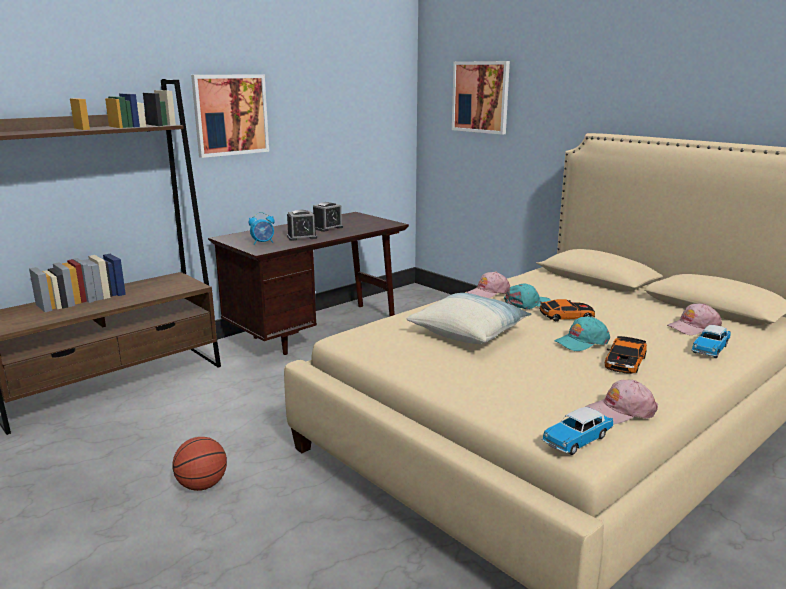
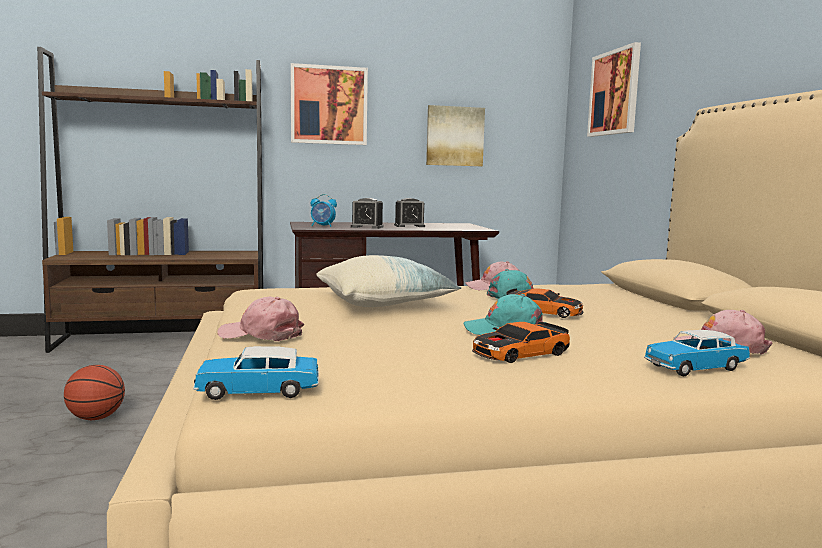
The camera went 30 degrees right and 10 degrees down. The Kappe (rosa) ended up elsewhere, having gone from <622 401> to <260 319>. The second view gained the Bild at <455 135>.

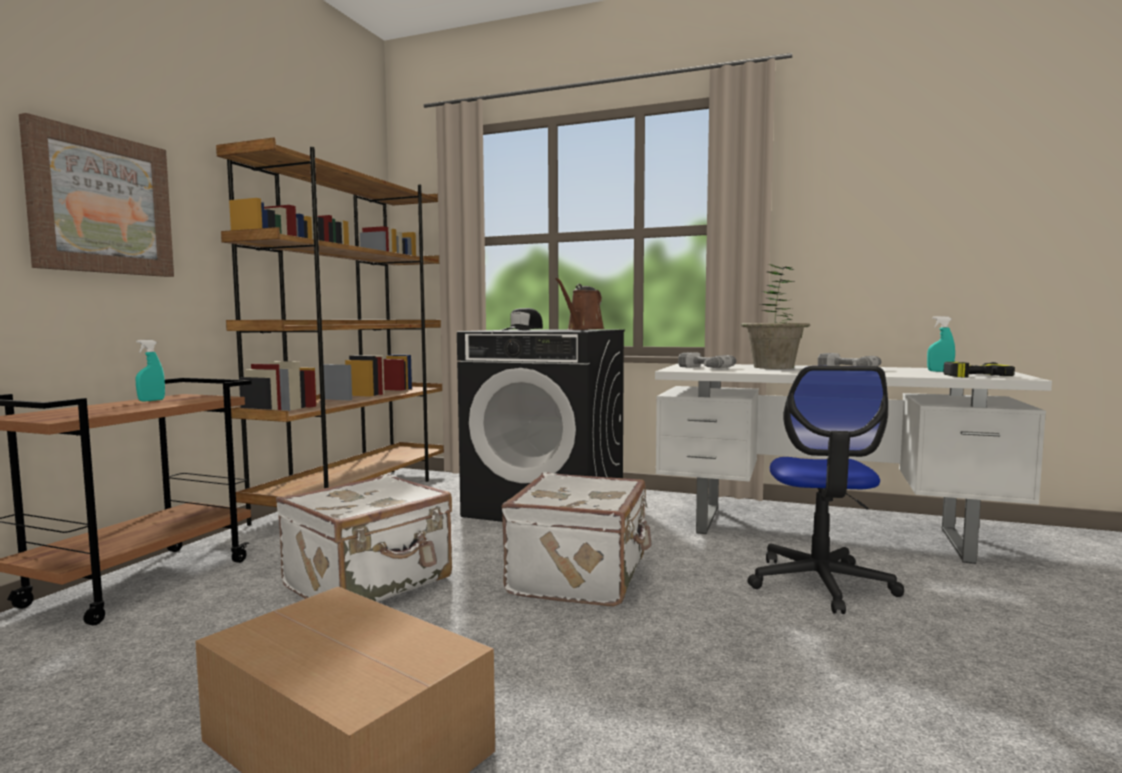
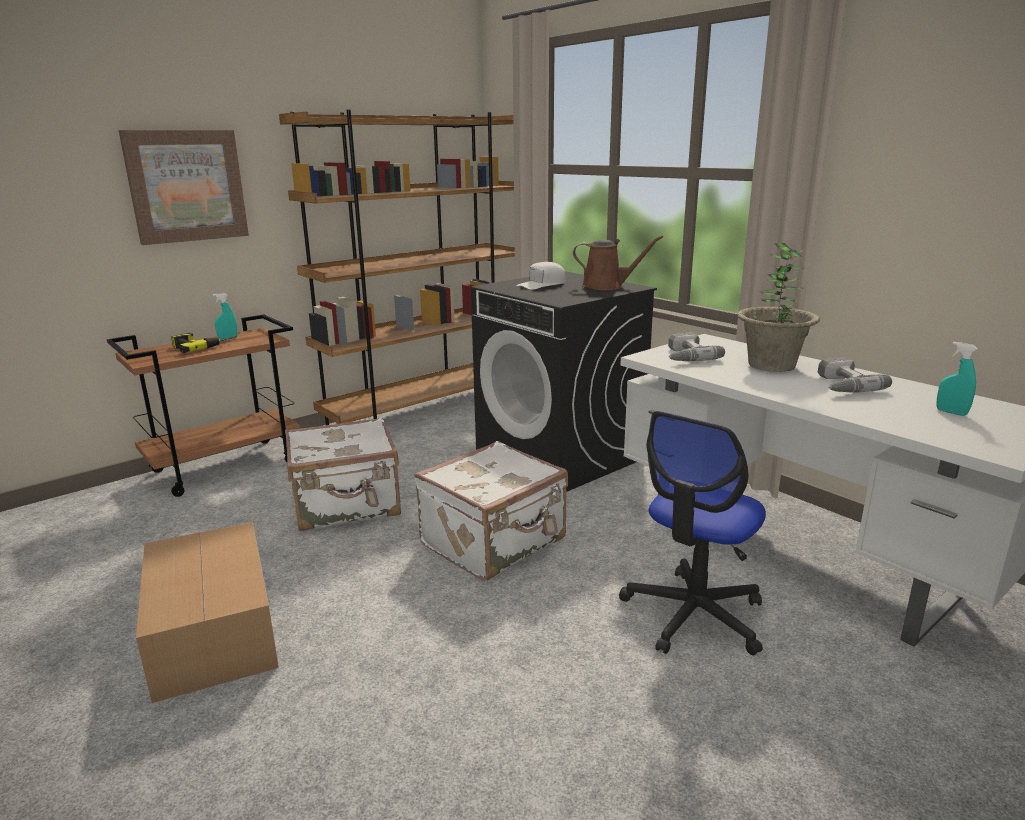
The camera went 30 degrees right and 15 degrees up. The Bohrmaschine ended up elsewhere, having gone from <979 370> to <204 343>. What was the Kappe (schwarz) at <522 319> turned into the Kappe (weiß) at <541 276>. The Gießkanne (braun) at <580 304> ended up facing another way, 135 degrees counterclockwise from before.

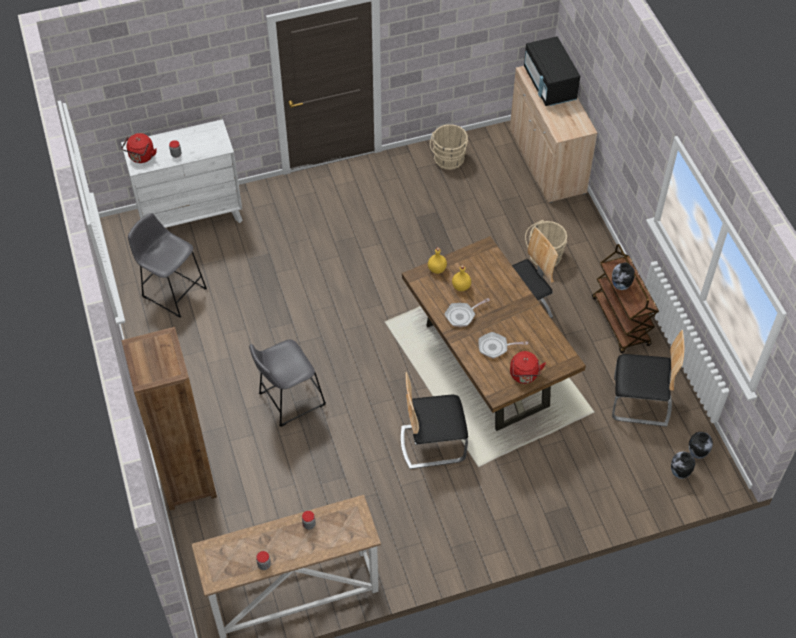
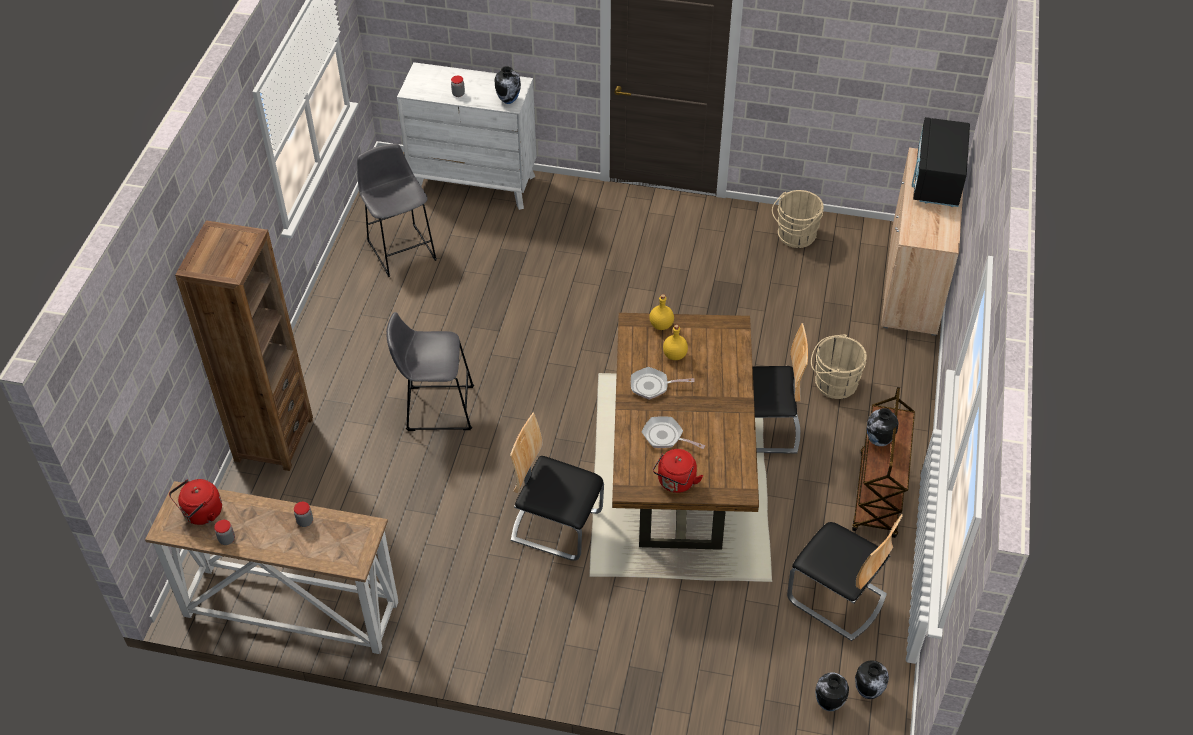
The camera went 30 degrees right and 5 degrees down. The Wasserkessel (rot) ended up elsewhere, having gone from <139 148> to <195 502>. The second view gained the Vase at <508 85>.

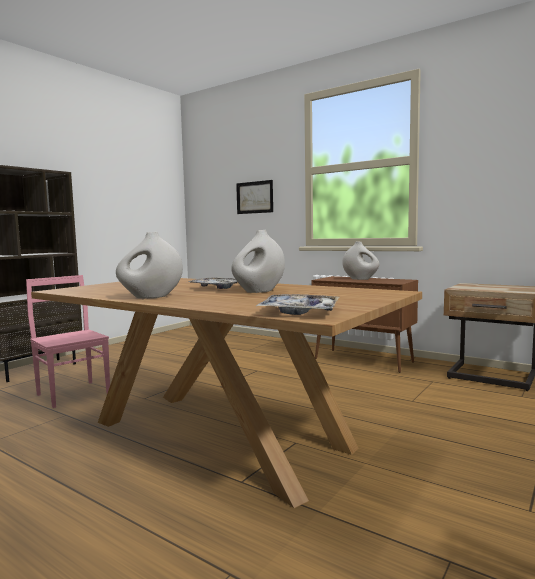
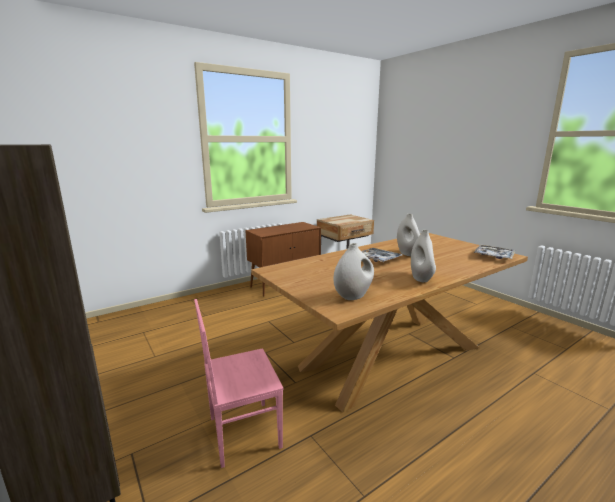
The camera went 70 degrees left and 10 degrees up. The Vase (weiß) ended up elsewhere, having gone from <361 260> to <354 271>. The second view lost the Bild at <254 197>.

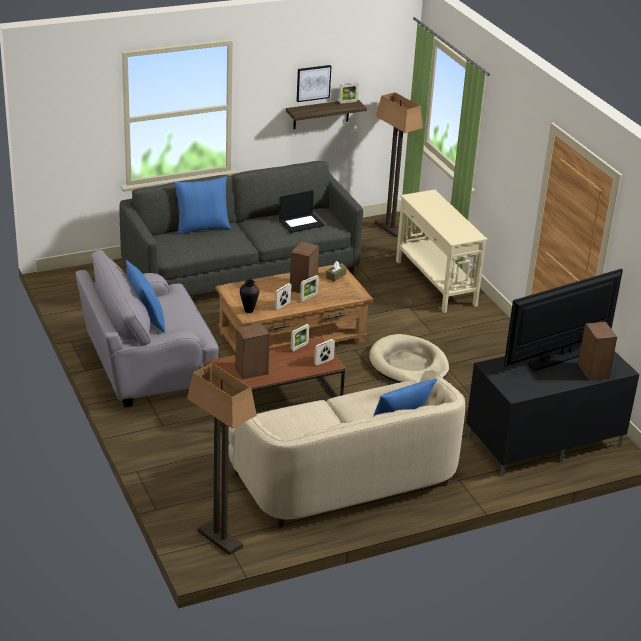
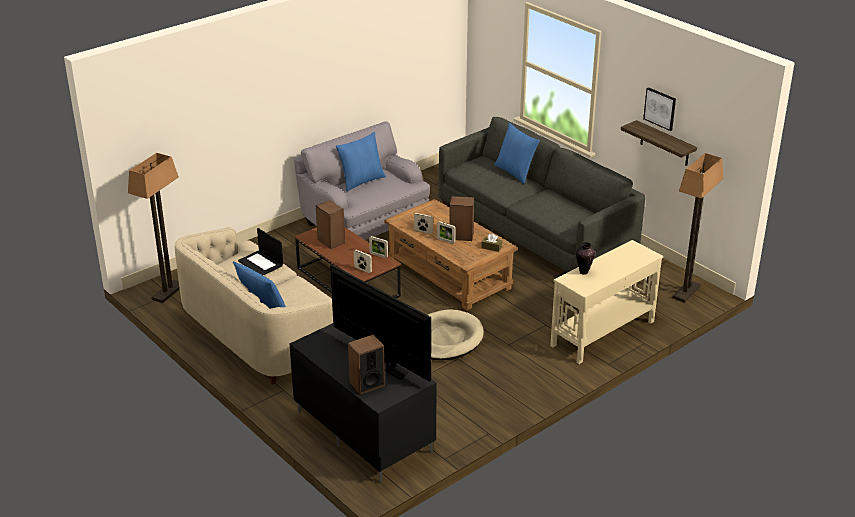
The camera went 75 degrees right and 0 degrees up. The Laptop ended up elsewhere, having gone from <302 211> to <260 251>. The Vase ended up elsewhere, having gone from <249 296> to <585 258>. The second view lost the Bilderrahmen at <349 93>.

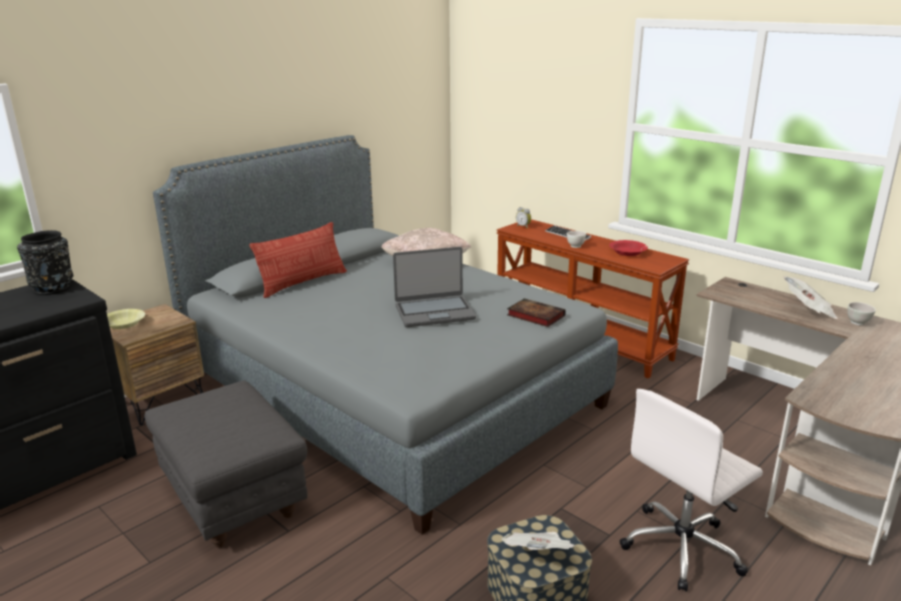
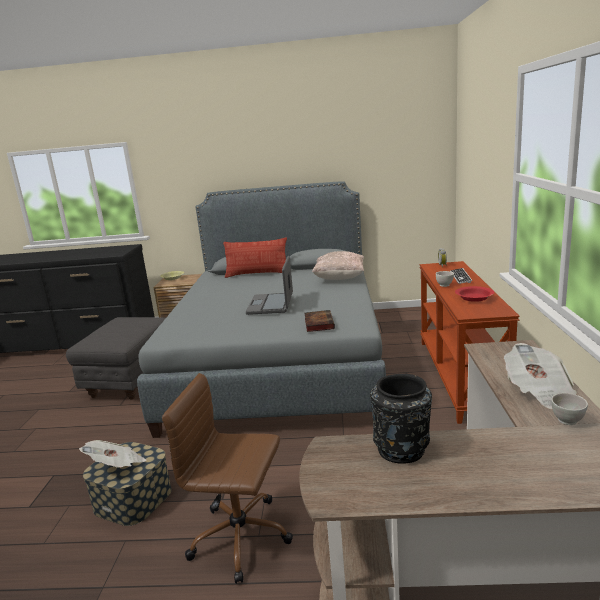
The camera went 50 degrees right and 5 degrees down. What was the Bürostuhl (weiß) at <691 490> turned into the Bürostuhl (braun) at <227 478>. The Laptop at <434 287> ended up facing another way, 60 degrees clockwise from before. The Vase (schwarz) ended up elsewhere, having gone from <45 262> to <401 419>.

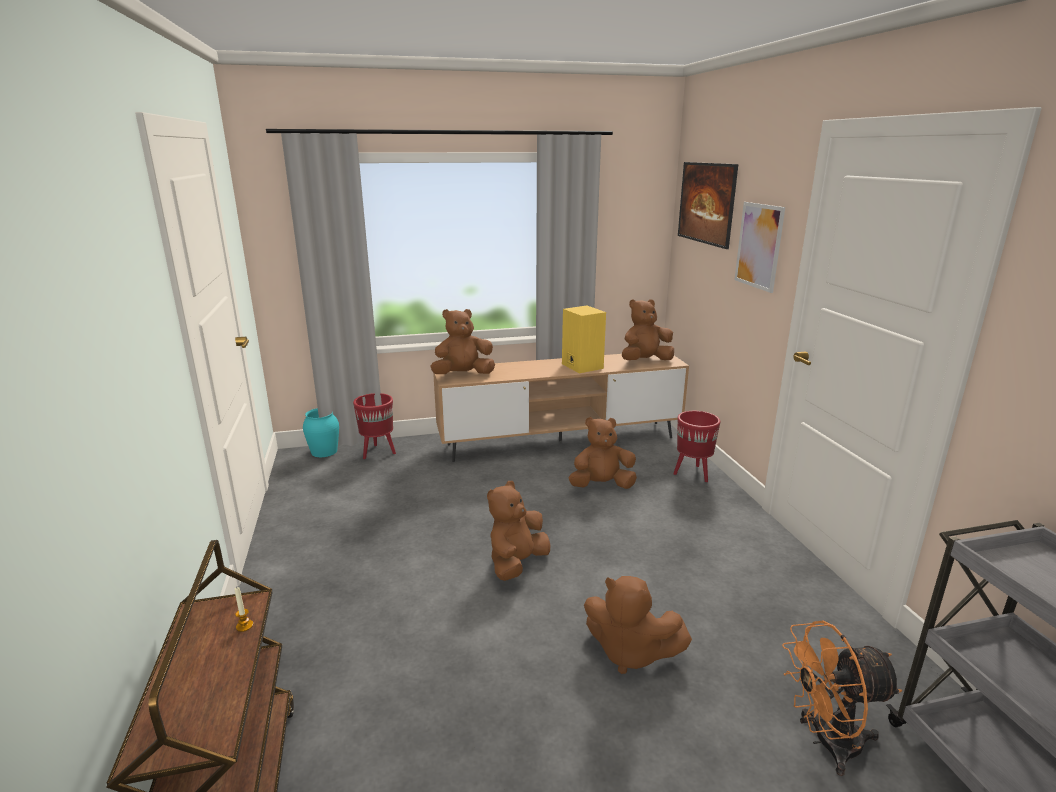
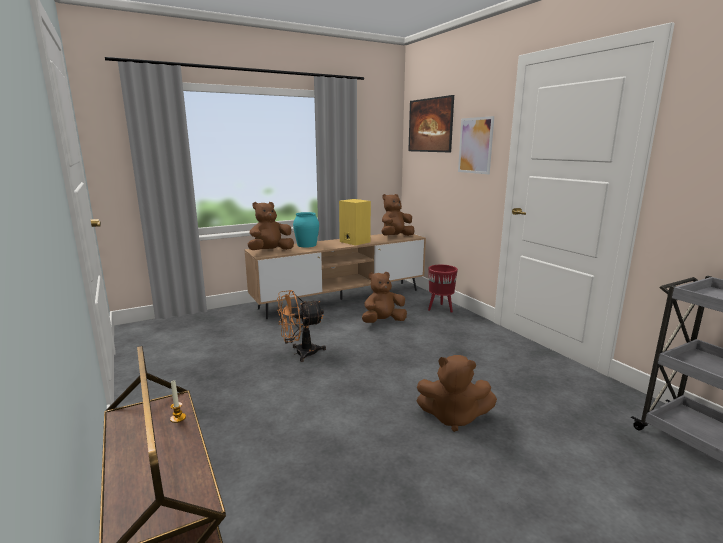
The camera went 15 degrees left and 5 degrees down. The Ventilator (orange) ended up elsewhere, having gone from <842 698> to <301 326>. The Vase (türkis) ended up elsewhere, having gone from <321 432> to <306 229>. The second view lost the Pflanzkübel (rot) at <374 426>. The second view lost the Plüschtier (braun) at <518 531>.

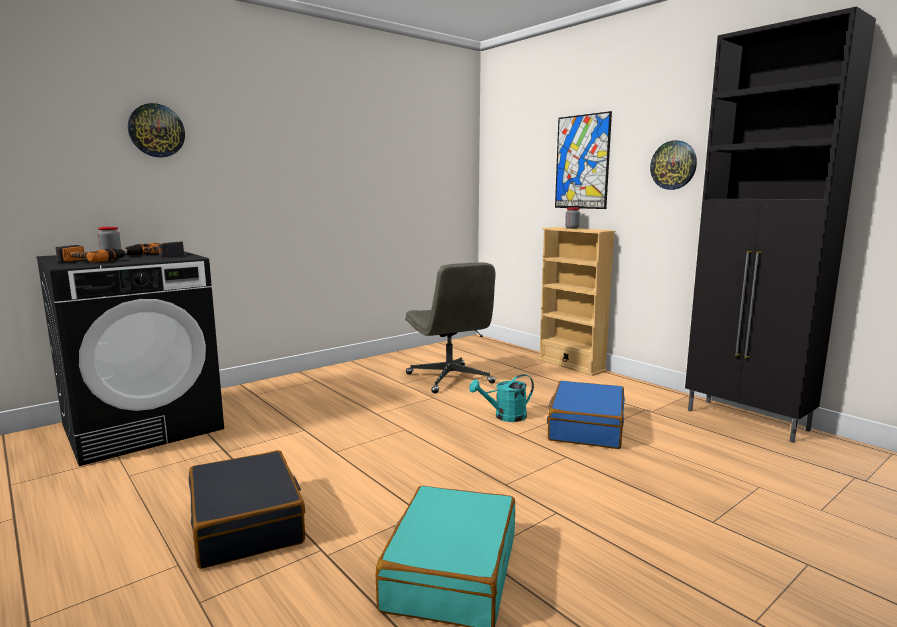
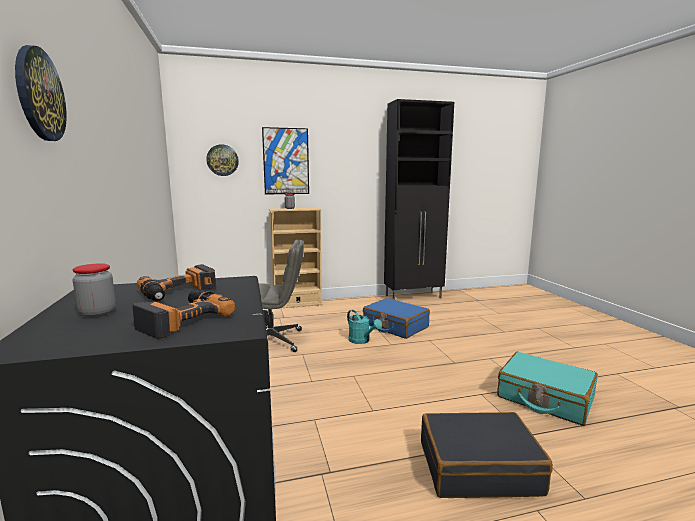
The camera went 65 degrees left and 0 degrees up. The Wanduhr ended up elsewhere, having gone from <673 165> to <222 160>. The Gießkanne (türkis) at <501 398> ended up facing another way, 45 degrees counterclockwise from before.

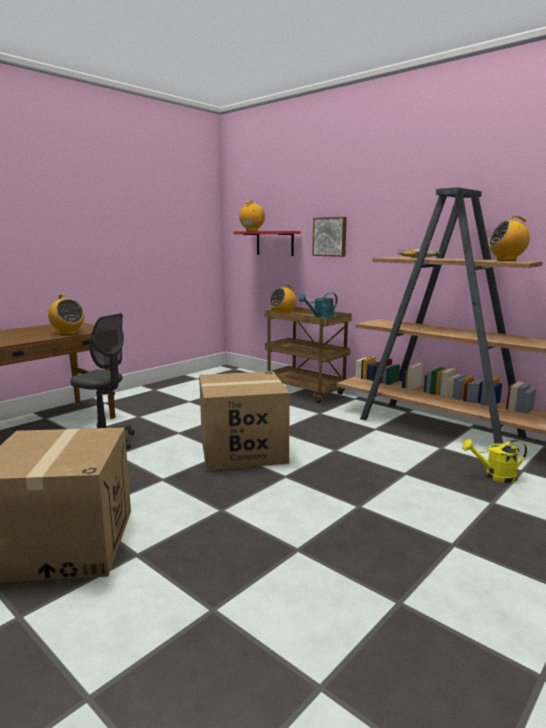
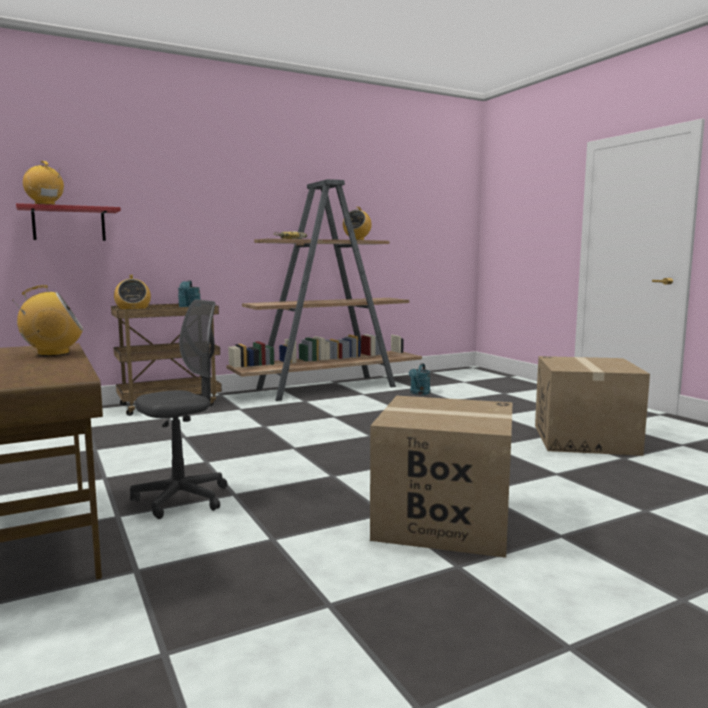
The camera went 70 degrees left and 5 degrees down. What was the Gießkanne (gelb) at <494 461> turned into the Gießkanne (türkis) at <419 379>. The Karton ended up elsewhere, having gone from <244 421> to <592 406>. The second view lost the Bild at <329 237>.

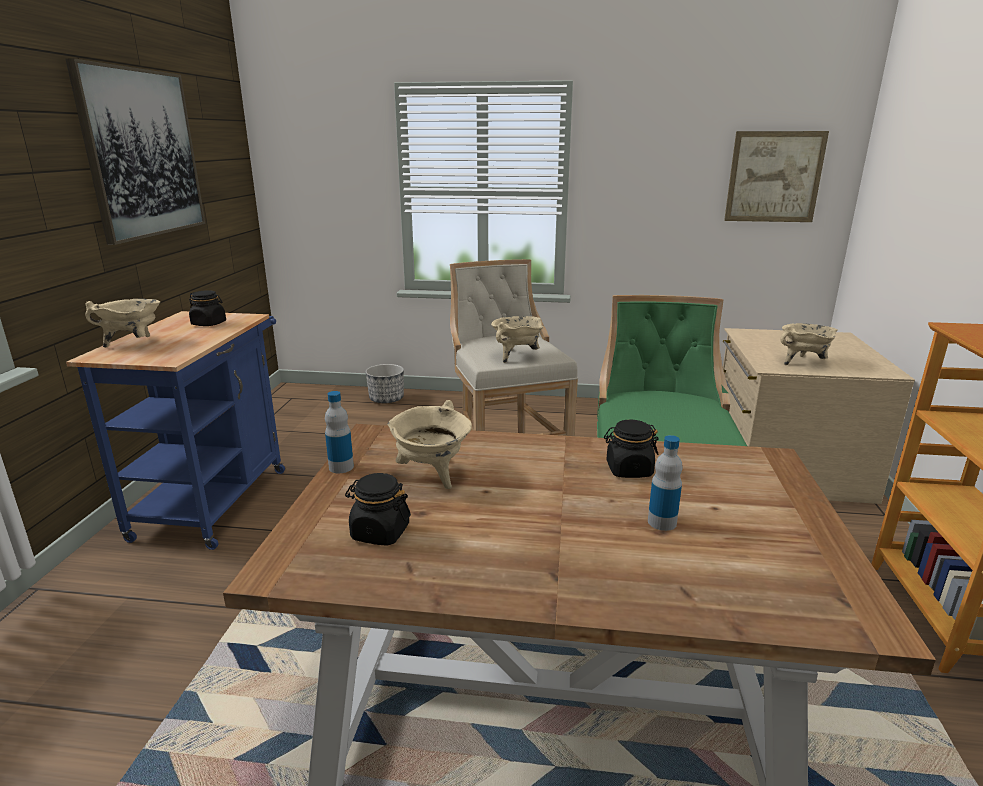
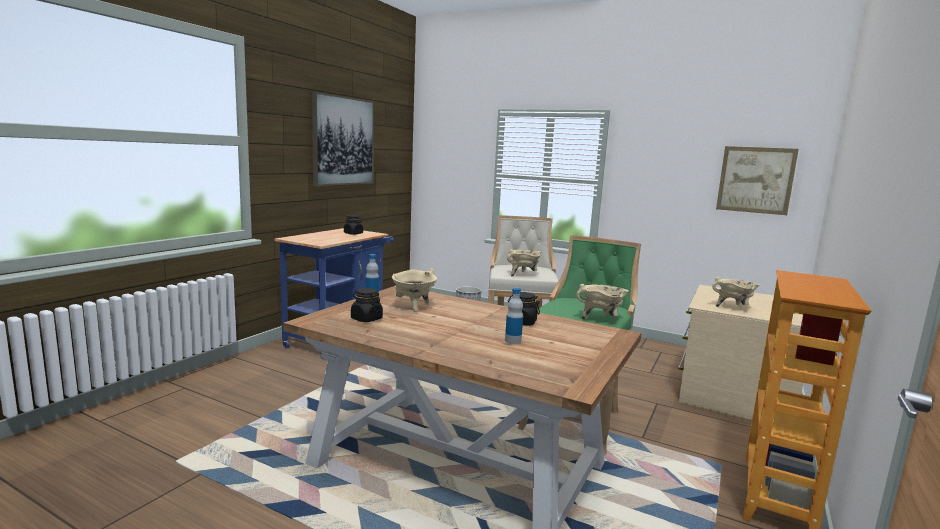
The camera went 20 degrees right and 10 degrees down. The Kochtopf (beige) ended up elsewhere, having gone from <122 323> to <603 302>.

